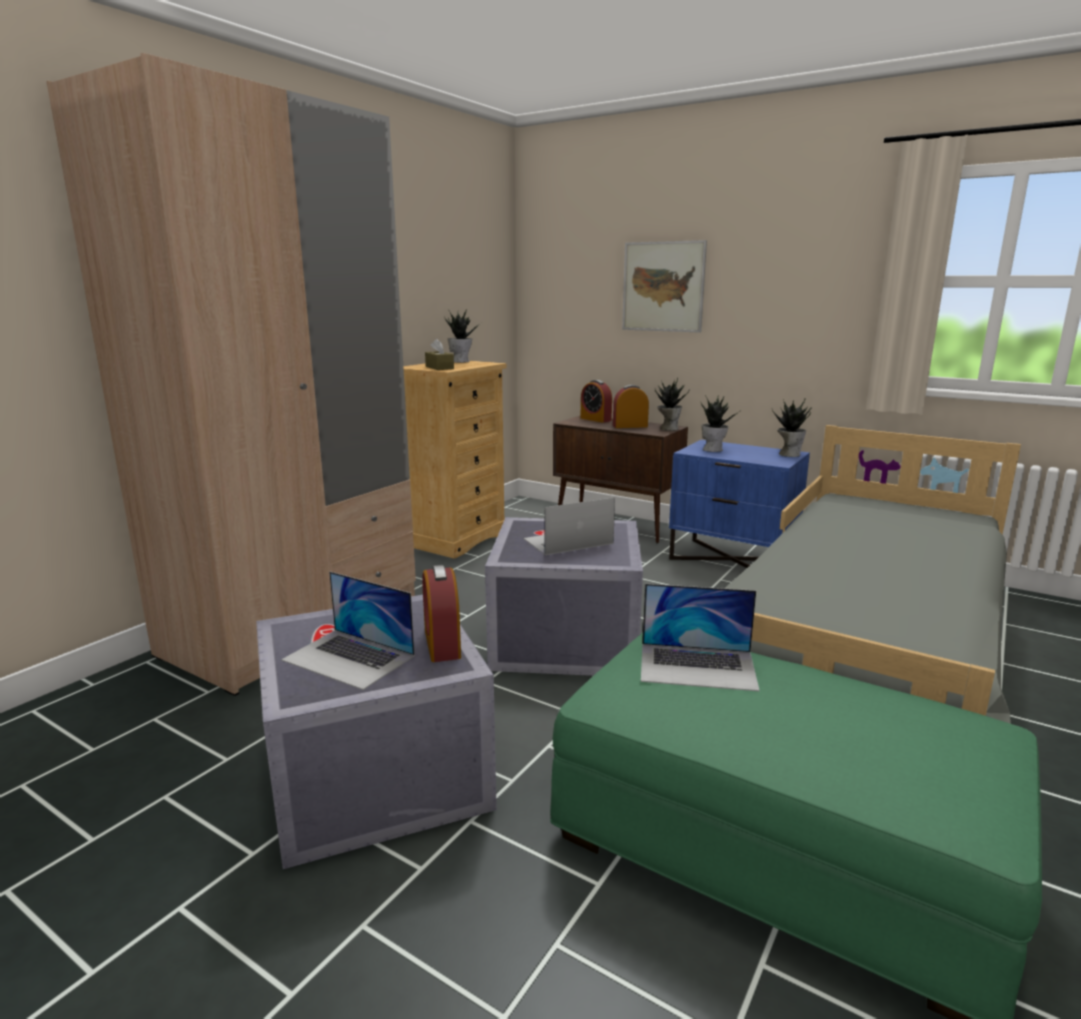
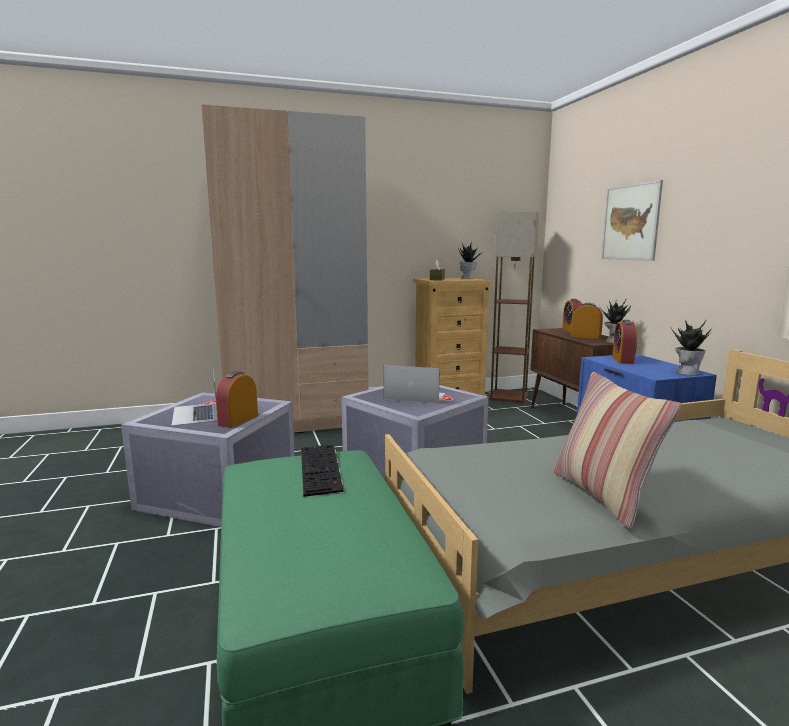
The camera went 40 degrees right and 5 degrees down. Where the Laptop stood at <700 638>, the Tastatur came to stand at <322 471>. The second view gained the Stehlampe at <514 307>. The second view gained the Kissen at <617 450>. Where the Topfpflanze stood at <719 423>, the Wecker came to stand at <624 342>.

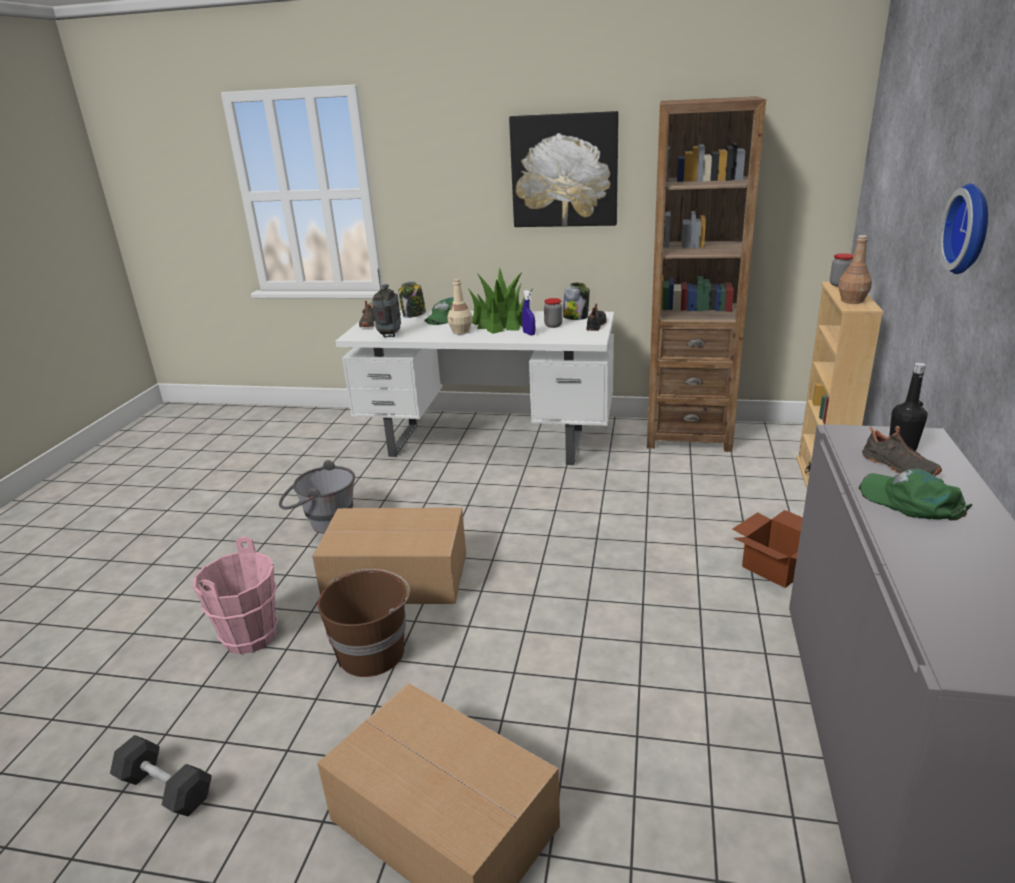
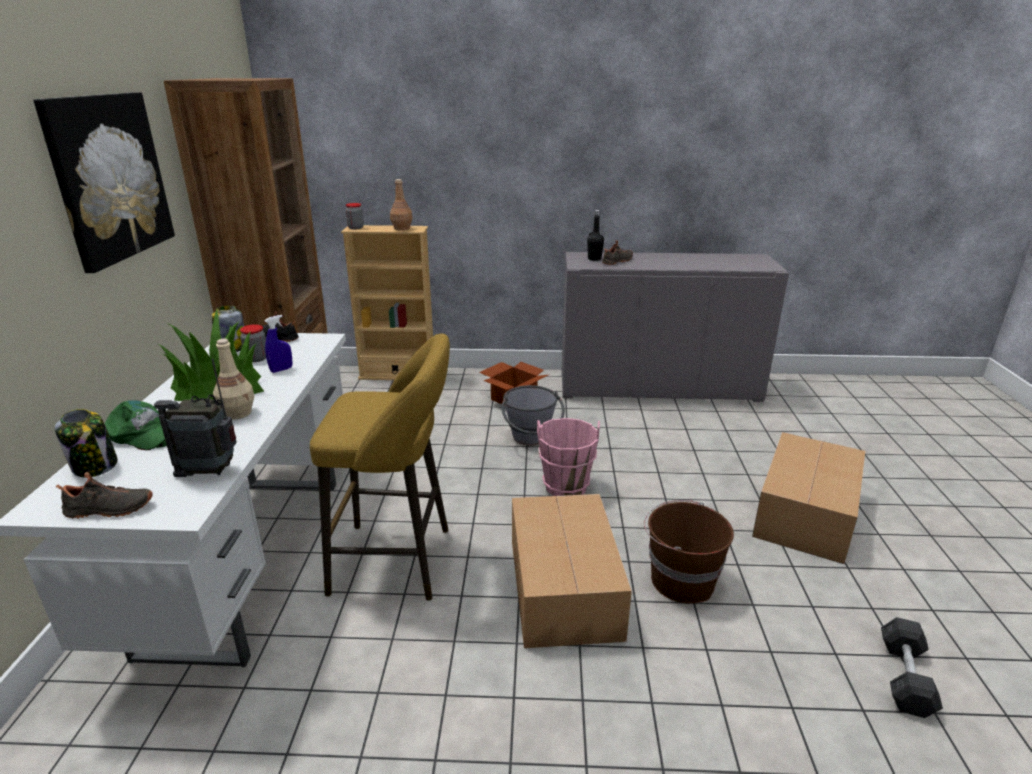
The camera went 100 degrees left and 0 degrees up. The second view gained the Hocker (gelb) at <380 467>. The Eimer (grau) ended up elsewhere, having gone from <317 497> to <533 415>. The Eimer (rosa) ended up elsewhere, having gone from <235 595> to <568 457>. The second view lost the Kappe (grün) at <915 494>. The second view lost the Wanduhr at <963 228>.

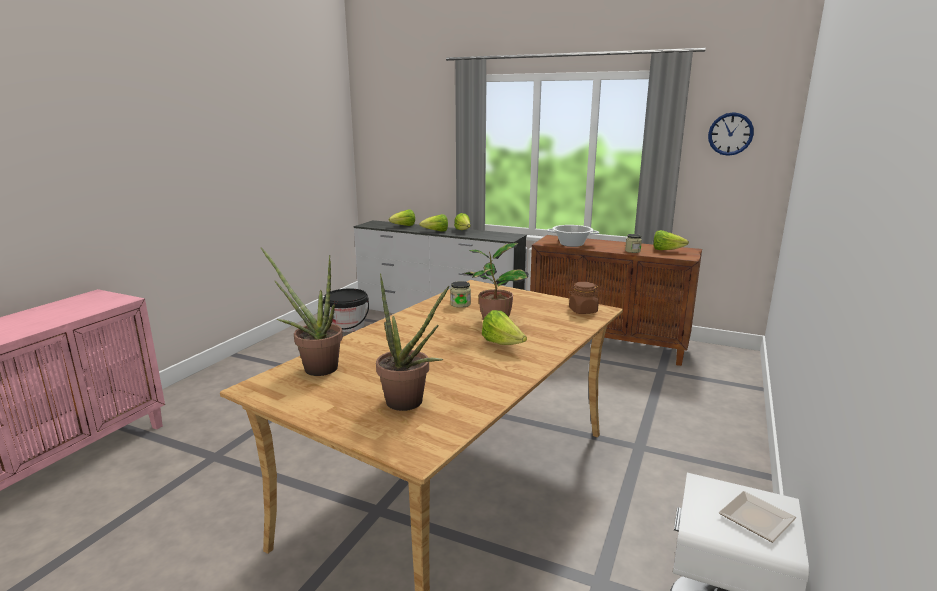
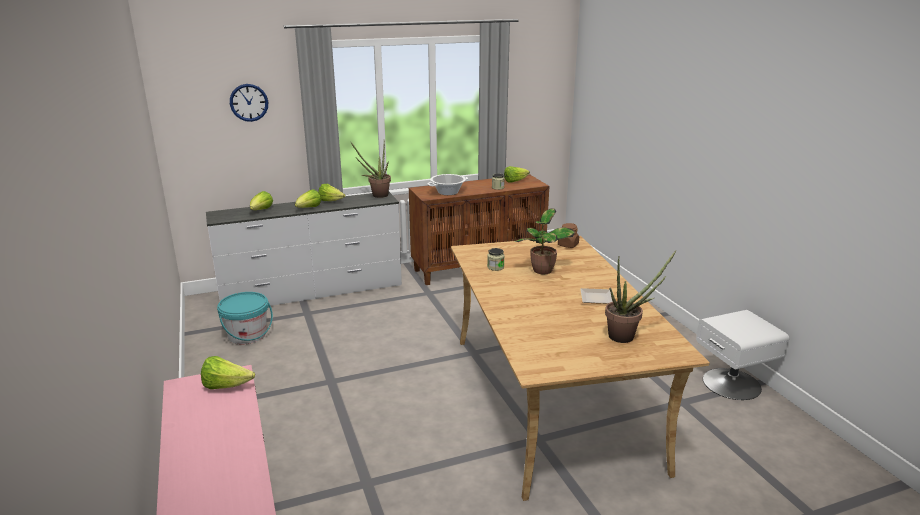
The camera went 45 degrees left and 5 degrees up. The Salatkopf ended up elsewhere, having gone from <504 327> to <228 372>. What was the Eimer (schwarz) at <346 310> turned into the Eimer (türkis) at <245 318>. The Wanduhr ended up elsewhere, having gone from <731 134> to <249 103>. The Topfpflanze ended up elsewhere, having gone from <302 312> to <371 169>. The Teller ended up elsewhere, having gone from <757 516> to <596 296>.

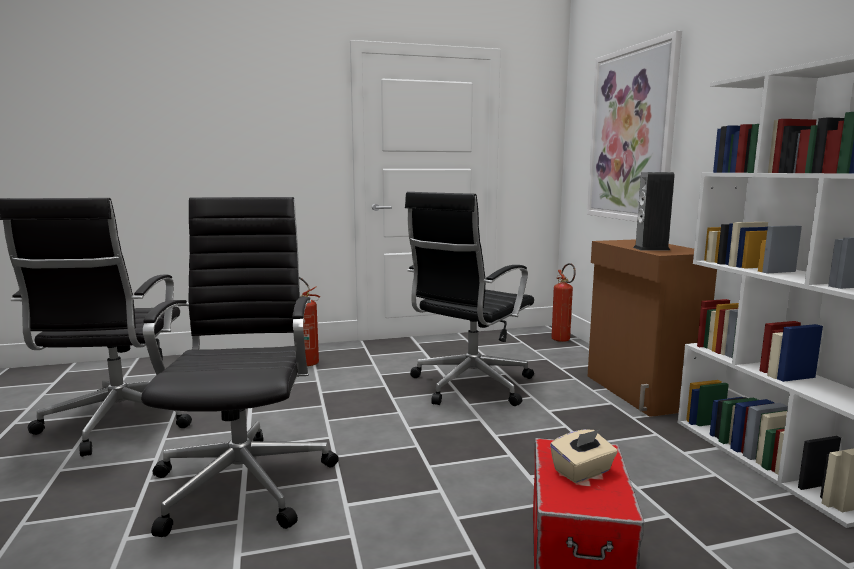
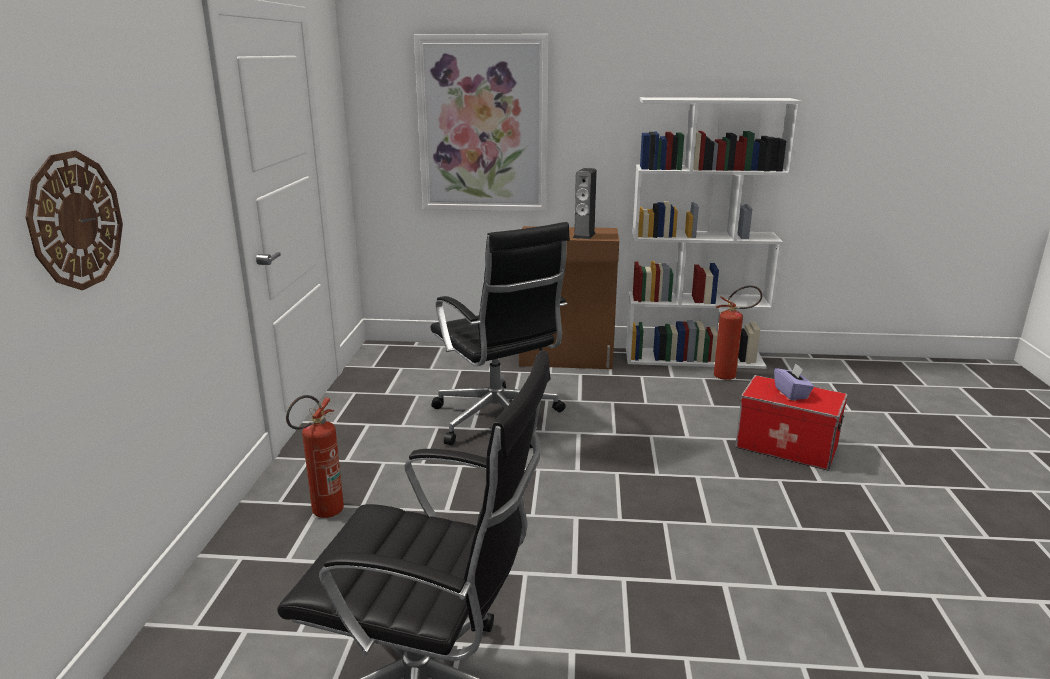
The camera went 70 degrees left and 10 degrees up. The second view gained the Wanduhr at <74 220>. The Feuerlöscher ended up elsewhere, having gone from <563 302> to <738 332>. What was the Taschentuchbox (beige) at <584 456> turned into the Taschentuchbox (lila) at <794 382>. The second view lost the Bürostuhl (schwarz) at <240 367>.

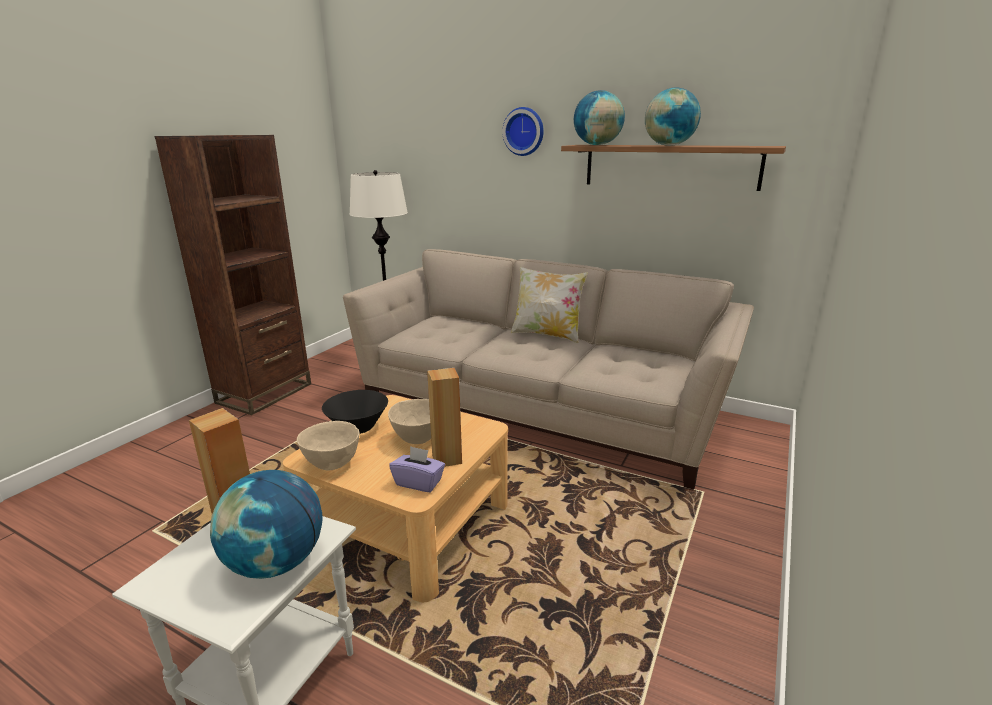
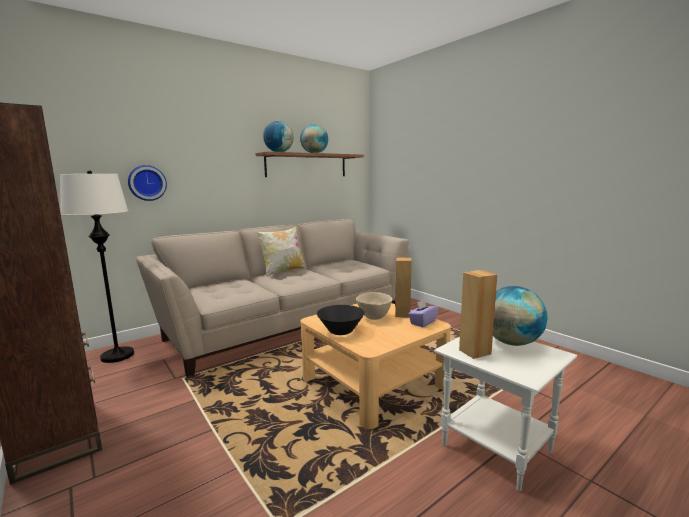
The camera went 65 degrees left and 10 degrees down. The Wanduhr ended up elsewhere, having gone from <523 131> to <147 183>. The second view lost the Schüssel (beige) at <328 446>.

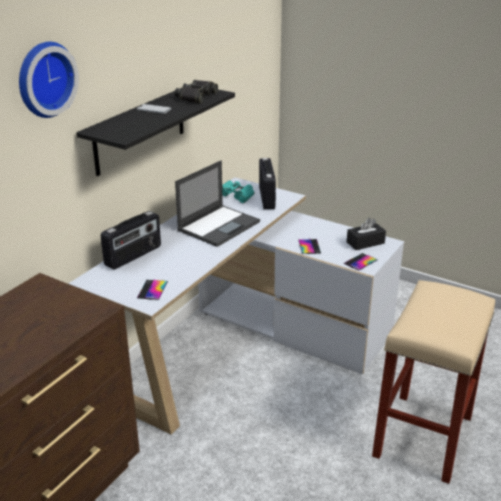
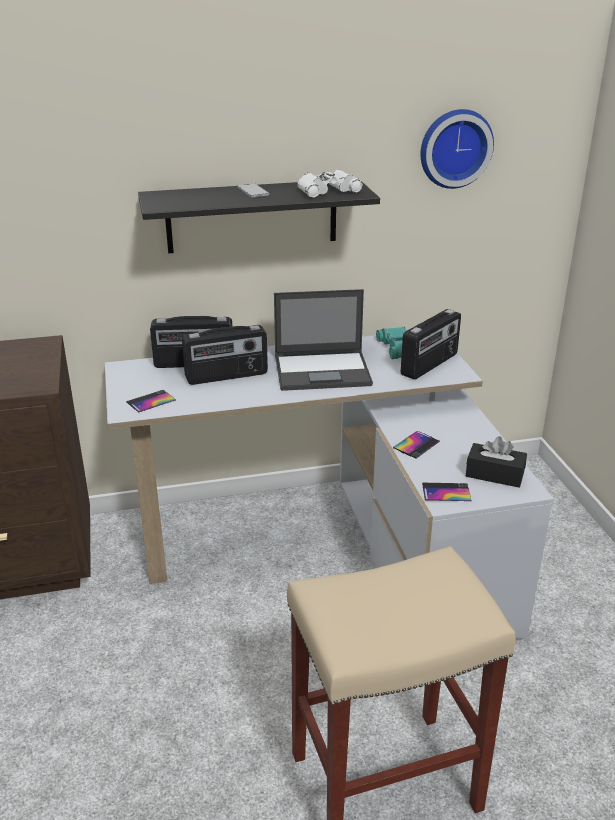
The camera went 45 degrees right and 0 degrees up. The second view gained the Radio at <225 355>. What was the Fernglas (schwarz) at <196 91> turned into the Fernglas (weiß) at <330 183>. The Wanduhr ended up elsewhere, having gone from <49 80> to <457 149>.

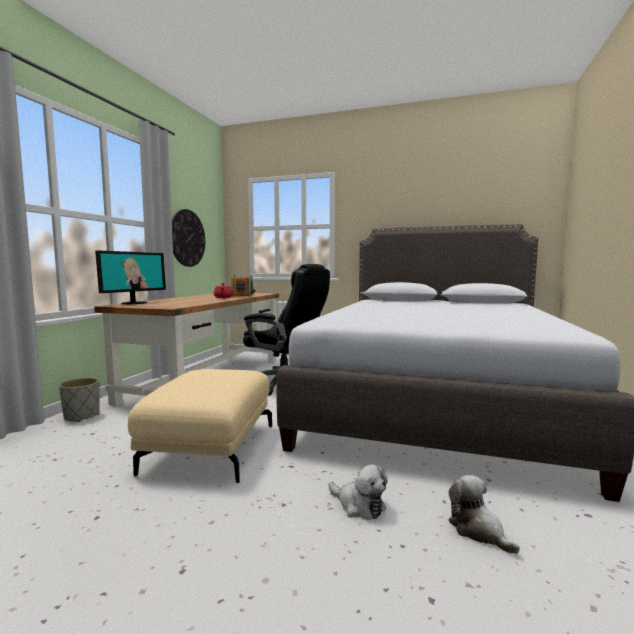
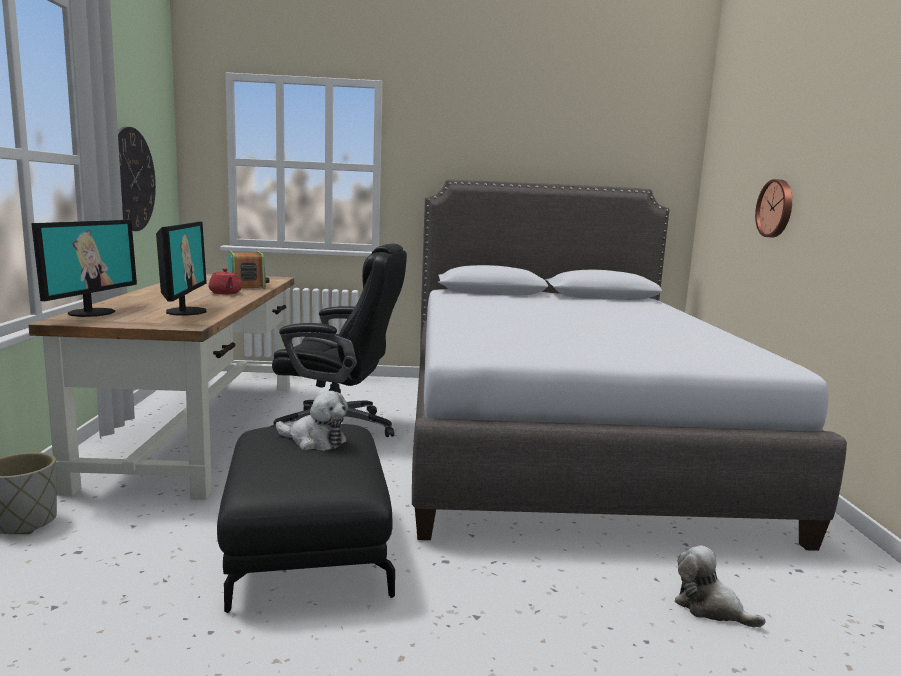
The camera went 20 degrees left and 5 degrees up. The second view gained the Monitor at <181 268>. What was the Polsterhocker (beige) at <200 426> turned into the Polsterhocker (schwarz) at <306 518>. The Plüschtier ended up elsewhere, having gone from <358 492> to <312 420>. The second view gained the Wanduhr at <773 208>.

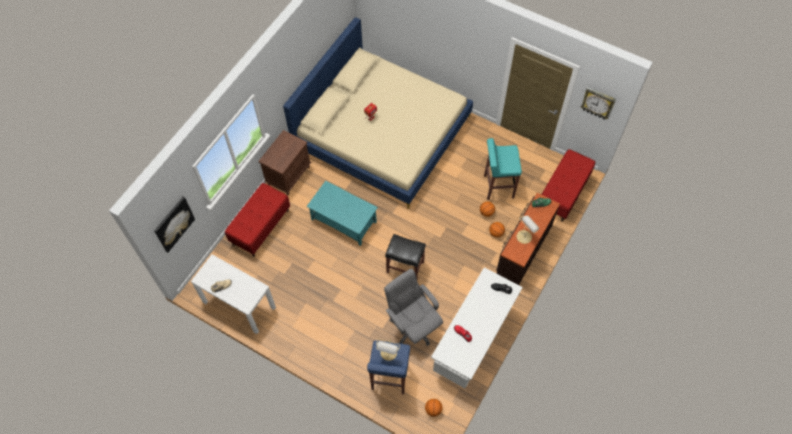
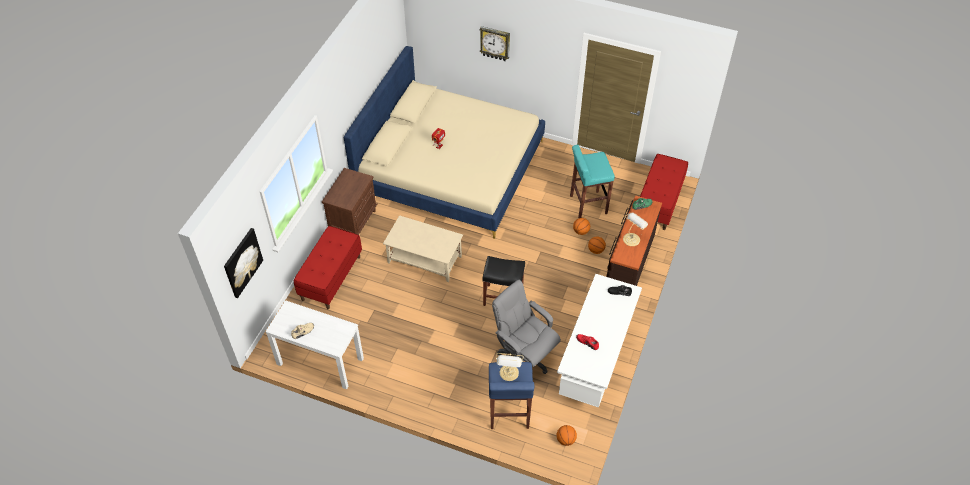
The camera went 10 degrees left and 10 degrees down. What was the Couchtisch (türkis) at <342 213> turned into the Couchtisch (beige) at <423 248>. The Wanduhr ended up elsewhere, having gone from <598 103> to <495 43>.

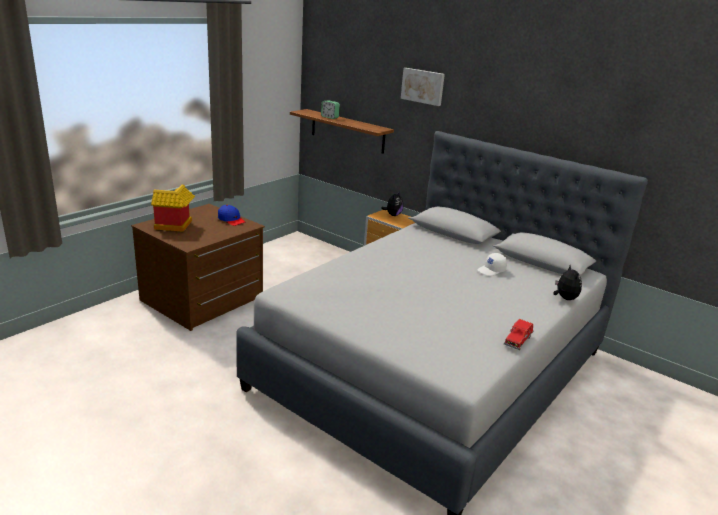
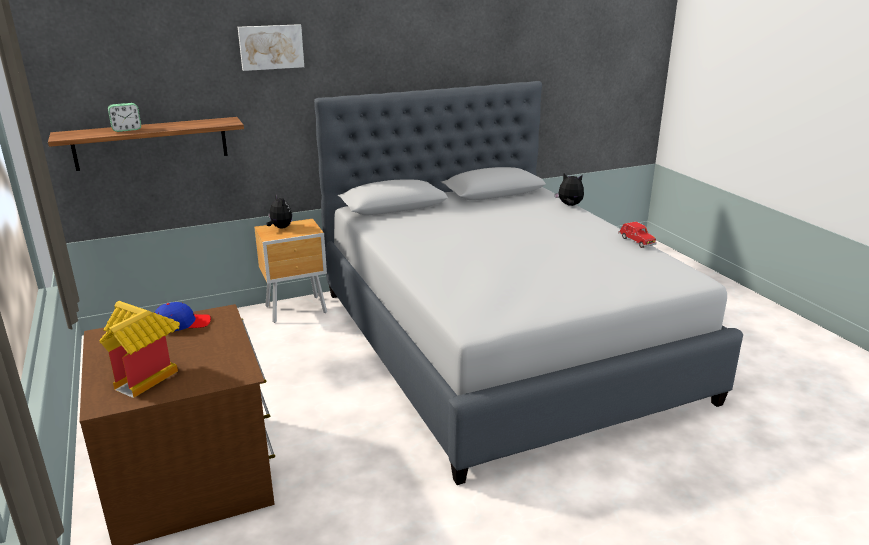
The camera went 60 degrees left and 0 degrees up. The second view lost the Kappe (weiß) at <492 264>.

